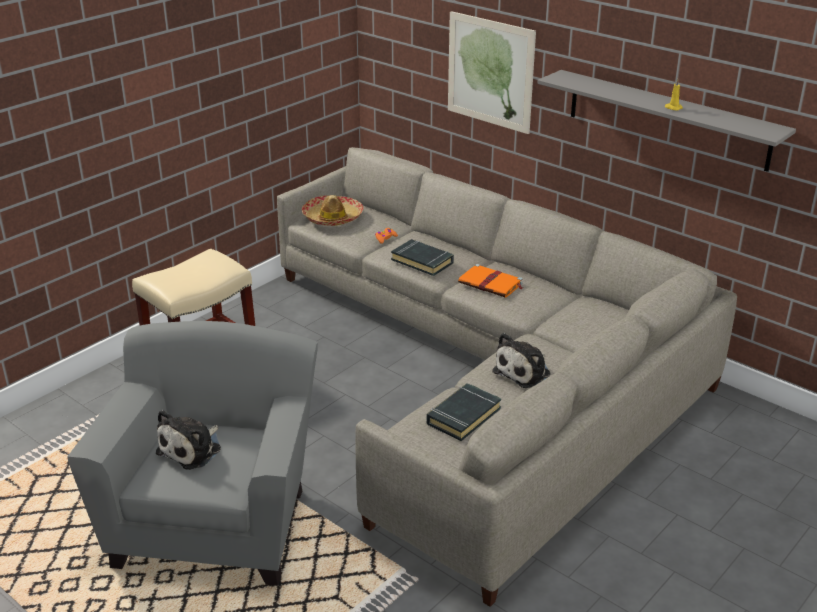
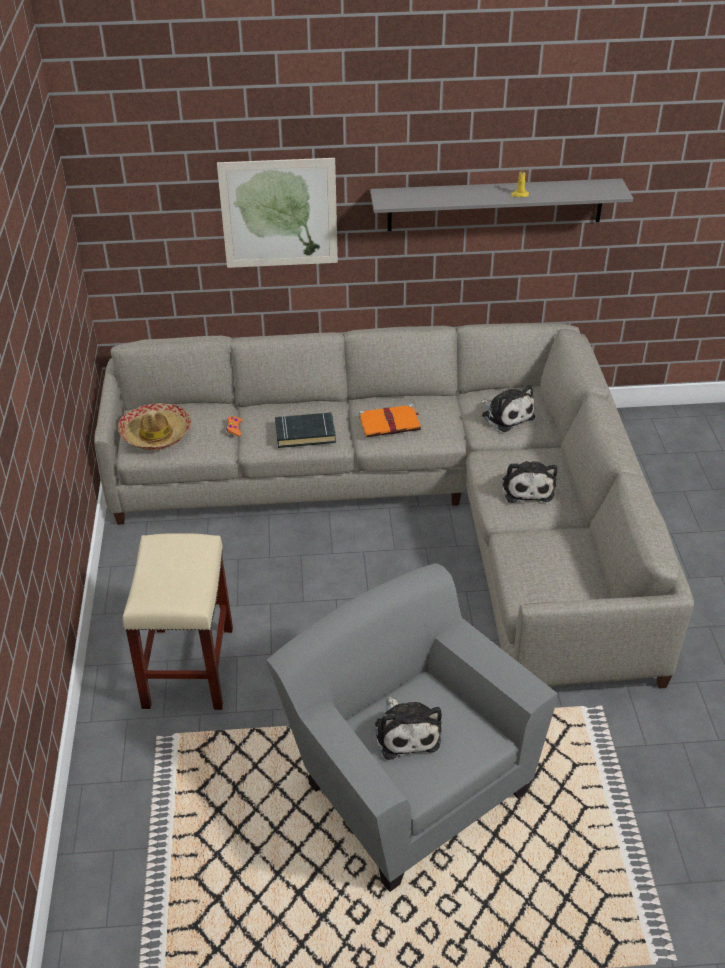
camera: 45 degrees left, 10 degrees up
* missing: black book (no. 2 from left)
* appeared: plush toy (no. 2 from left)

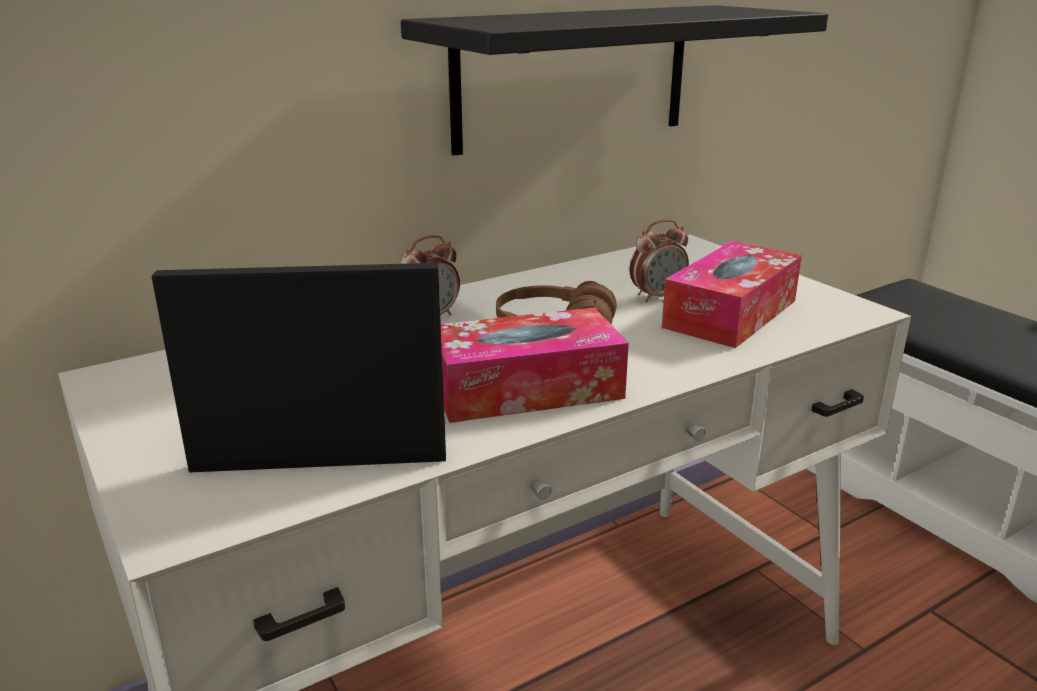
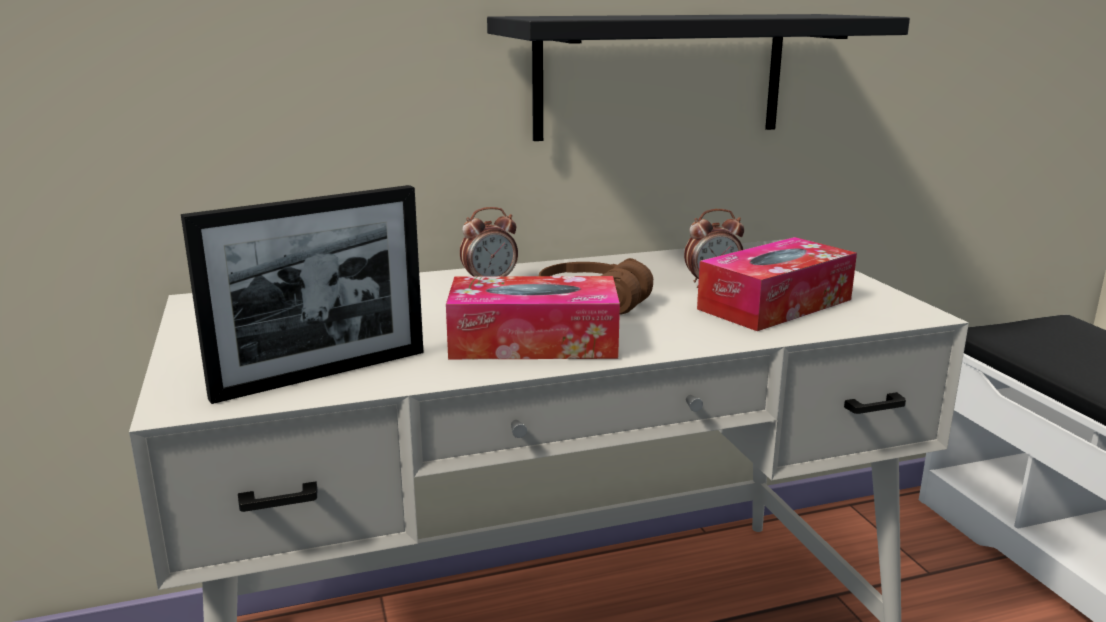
camera: 15 degrees right, 5 degrees down
* spun: picture frame 135 degrees clockwise

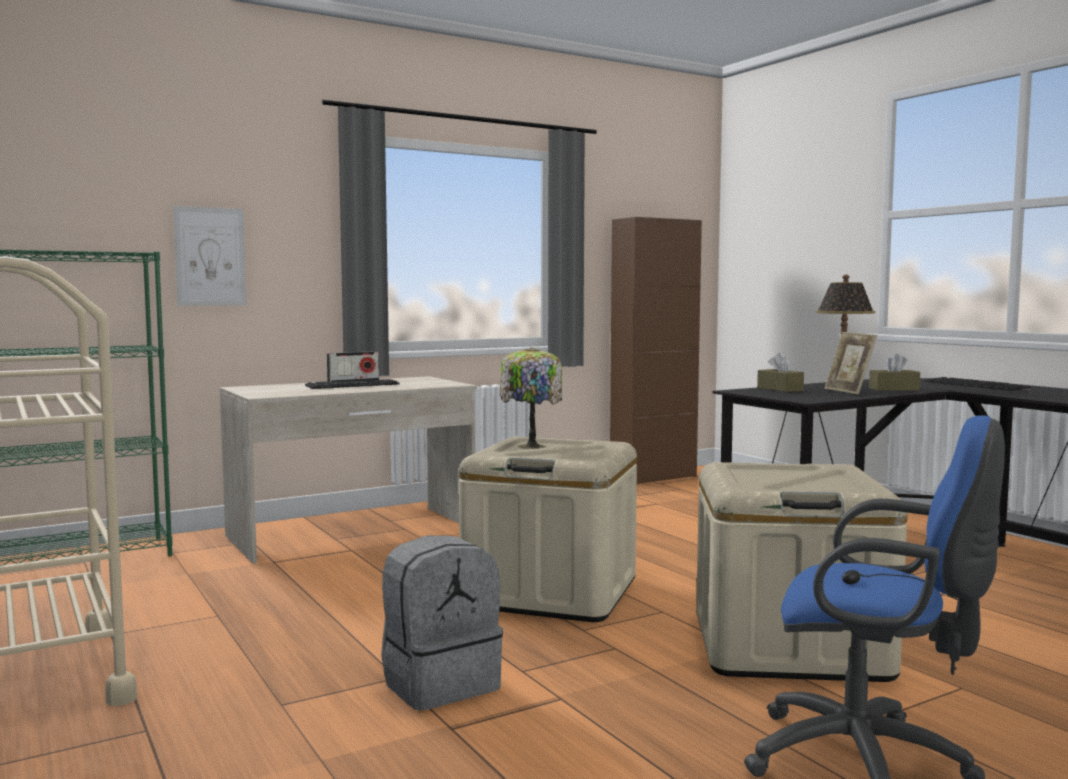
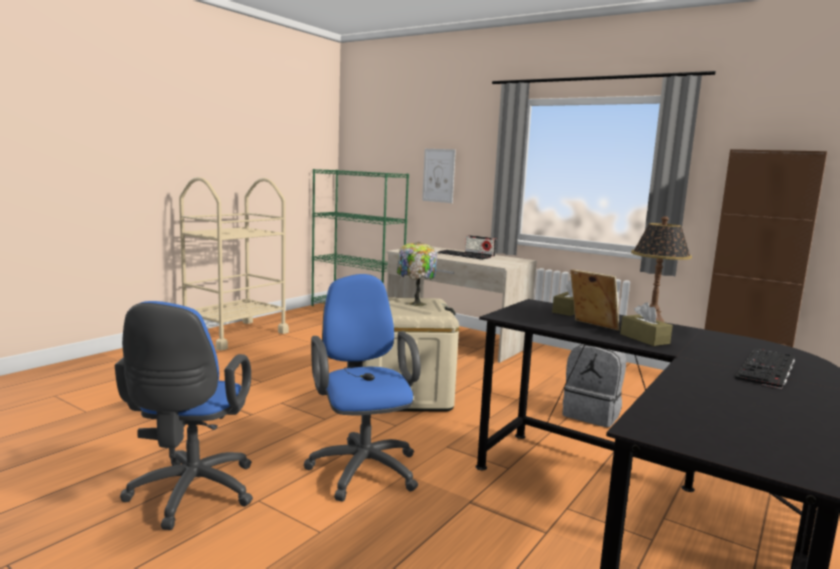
camera: 65 degrees right, 5 degrees up
* relocated: grey backpack
* exchanged: beige storage box (no. 2 from left) to blue office chair (no. 2 from left)
* spun: picture frame 90 degrees clockwise

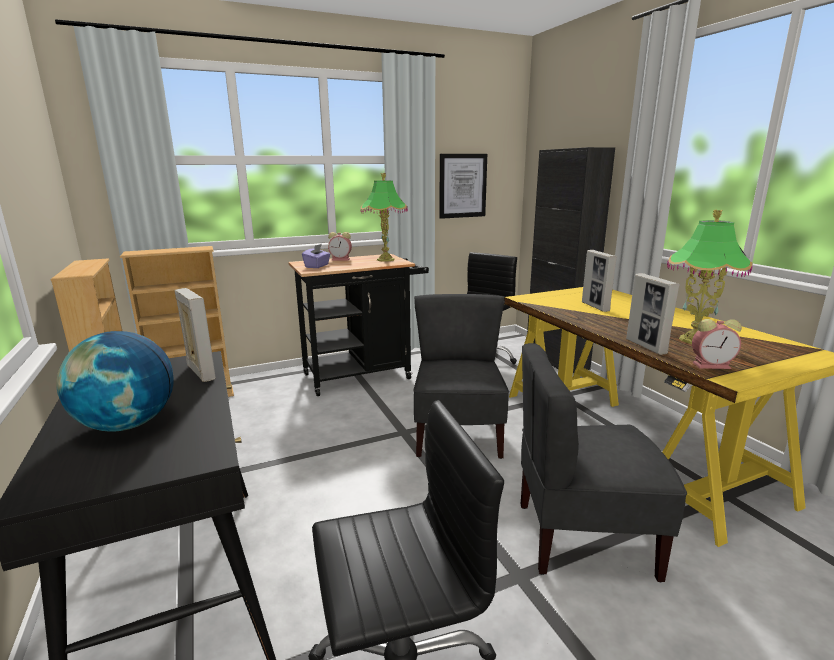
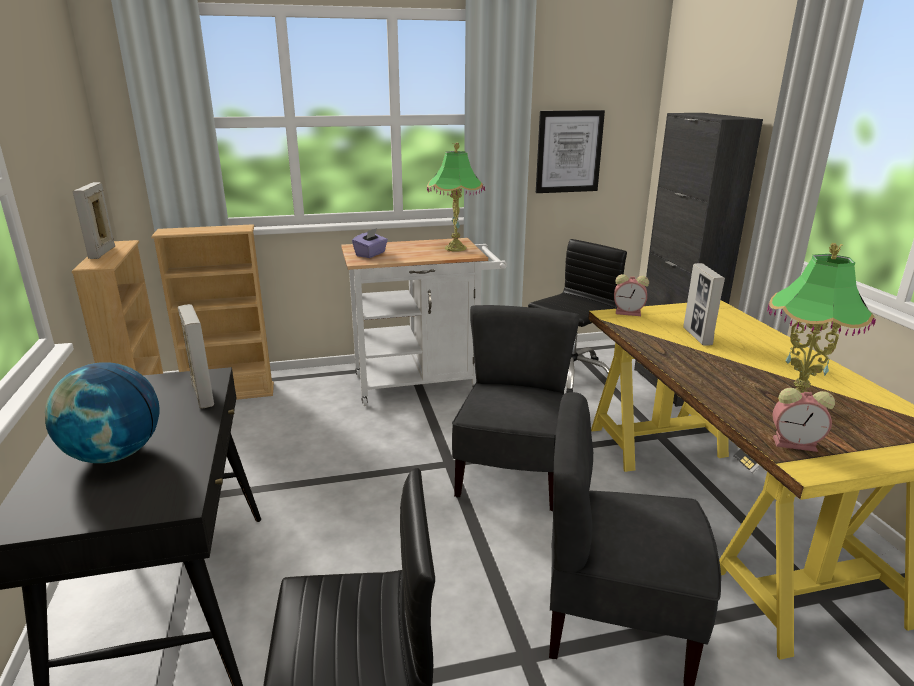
camera: 10 degrees right, 5 degrees up
* relocated: alarm clock (no. 1 from left)
* relocated: picture frame (no. 3 from left in the first image) to picture frame (no. 1 from left)
* colour: black cart to white cart

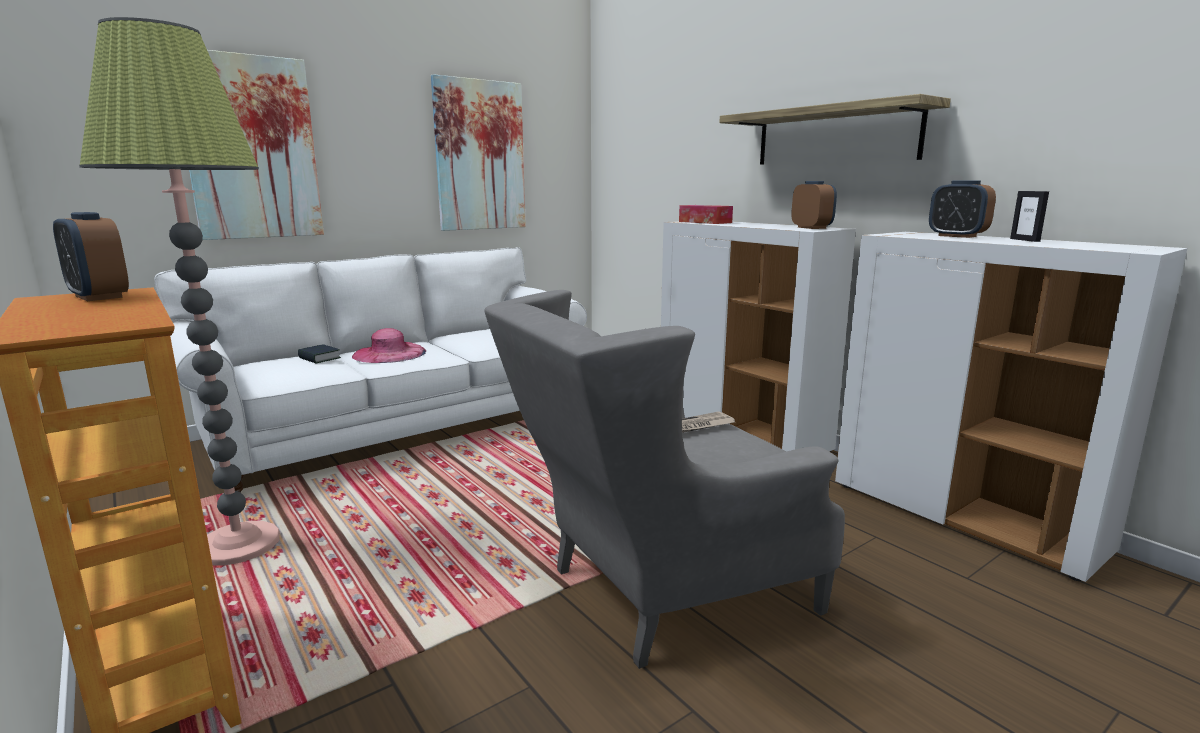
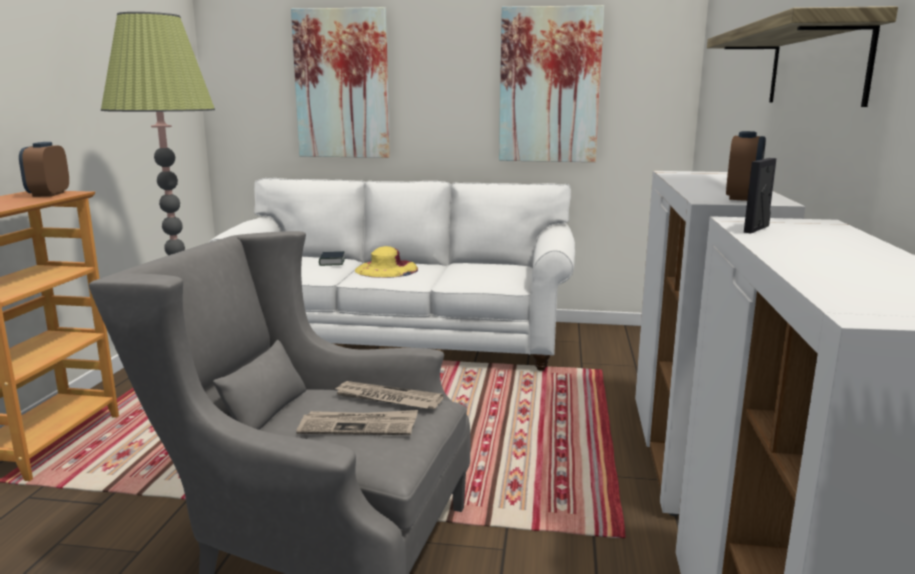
camera: 45 degrees right, 0 degrees up
* missing: tissue box
* missing: alarm clock (no. 3 from left)
* appeared: newspaper (no. 1 from left)
* relocated: picture frame
* colour: pink hat to yellow hat

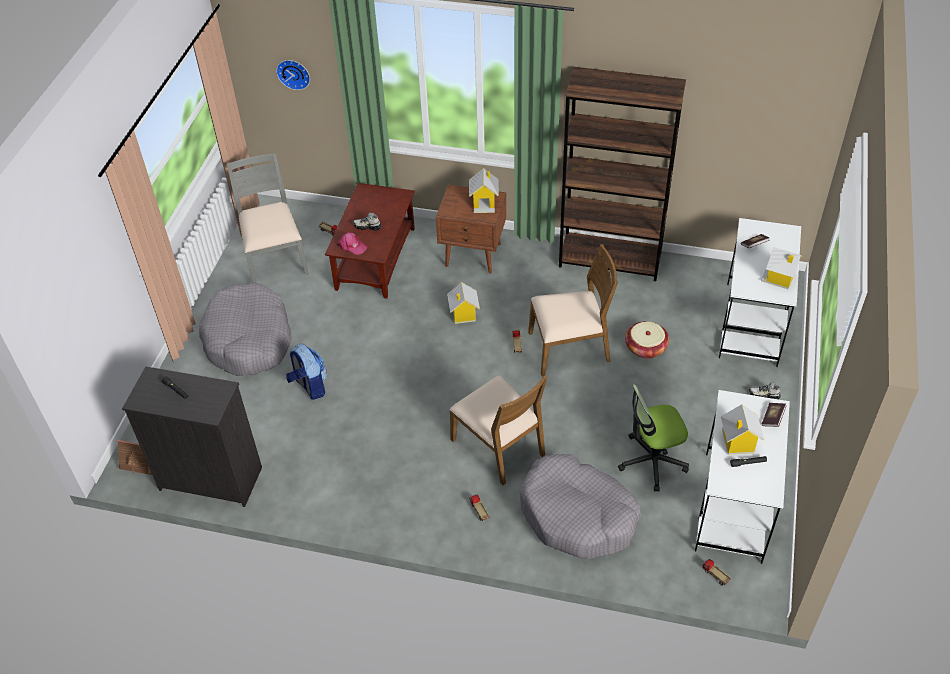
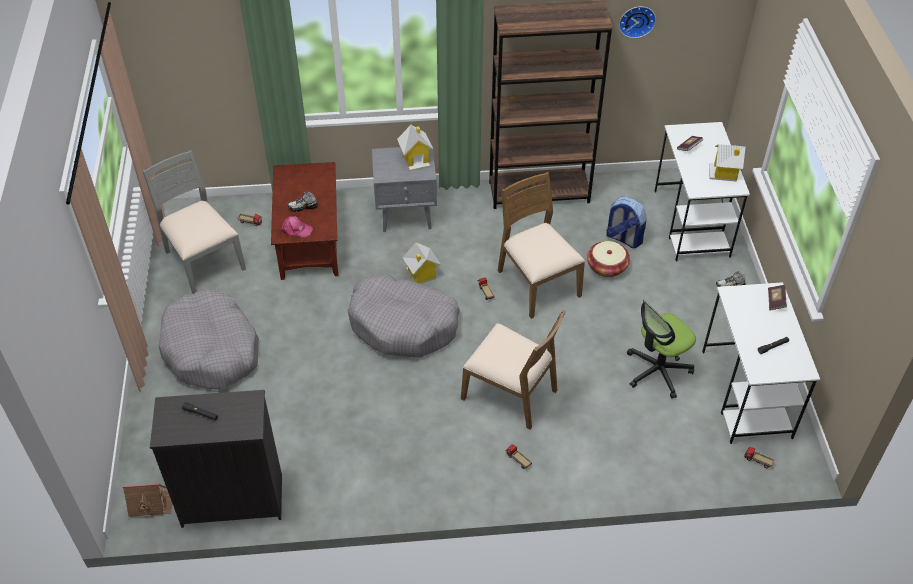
camera: 20 degrees left, 0 degrees up
* missing: toy house (no. 4 from left)
* relocated: wall clock
* relocated: backpack
* relocated: grey dog bed (no. 2 from left)
* colour: brown nightstand to grey nightstand
* spun: brown chair (no. 2 from left) 90 degrees counterclockwise

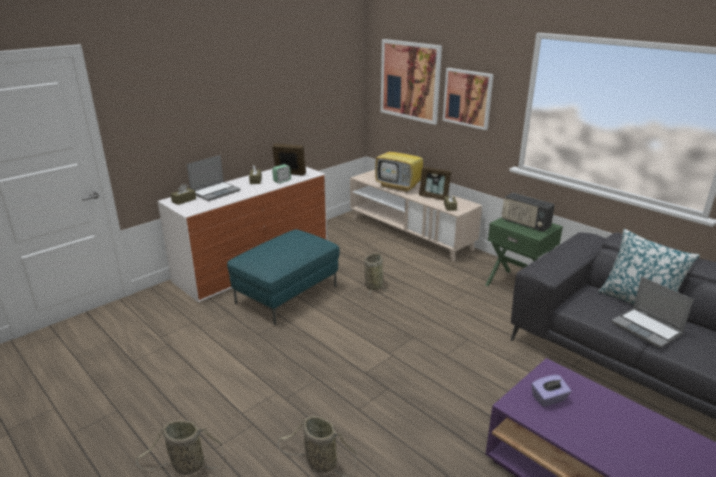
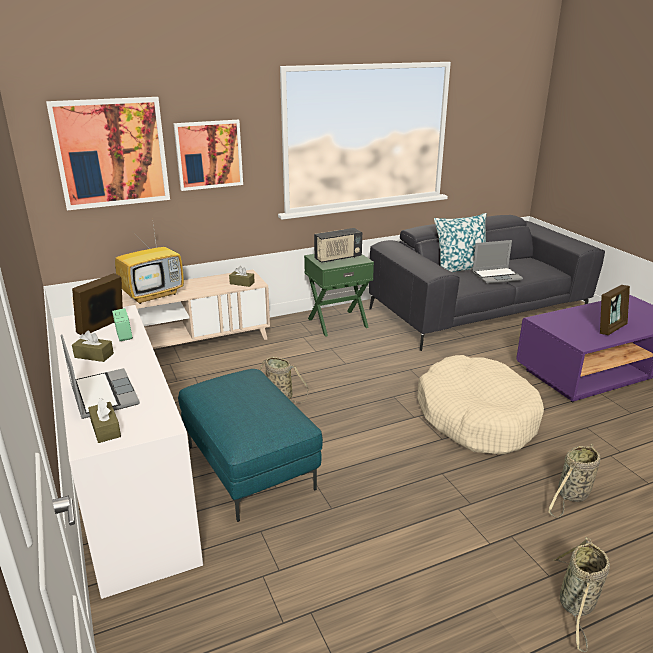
camera: 70 degrees left, 0 degrees up
* missing: purple tissue box
* appeared: beige dog bed
* relocated: picture frame (no. 2 from left)

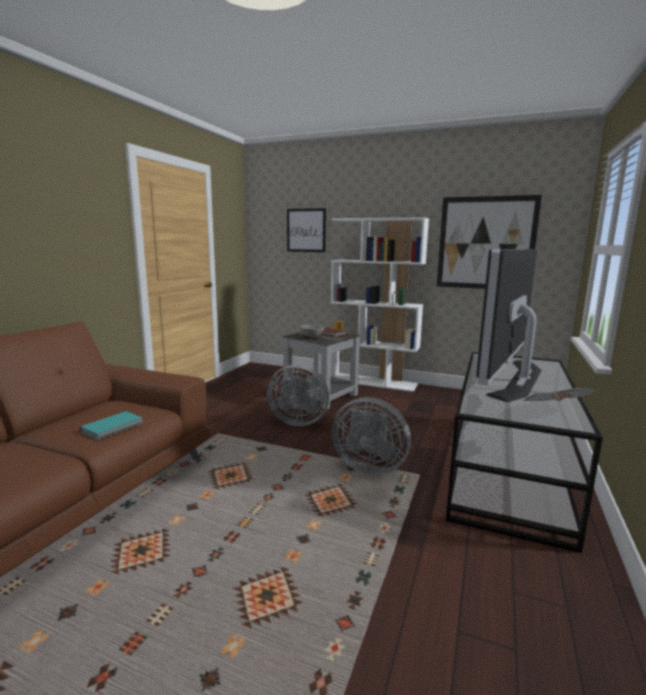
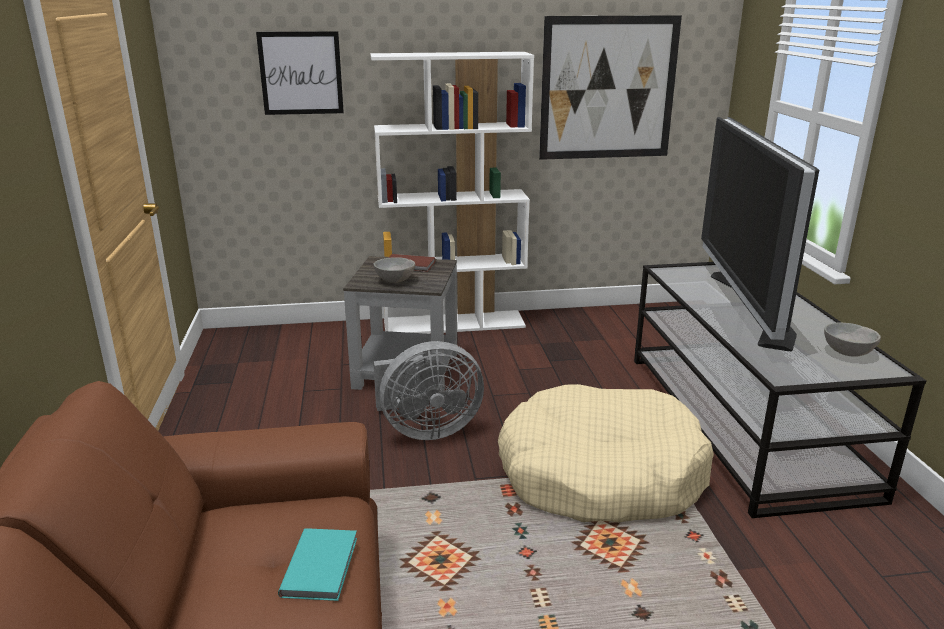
camera: 30 degrees left, 10 degrees up
* exchanged: grey fan (no. 2 from left) to beige dog bed
* exchanged: newspaper to grey bowl (no. 2 from left)

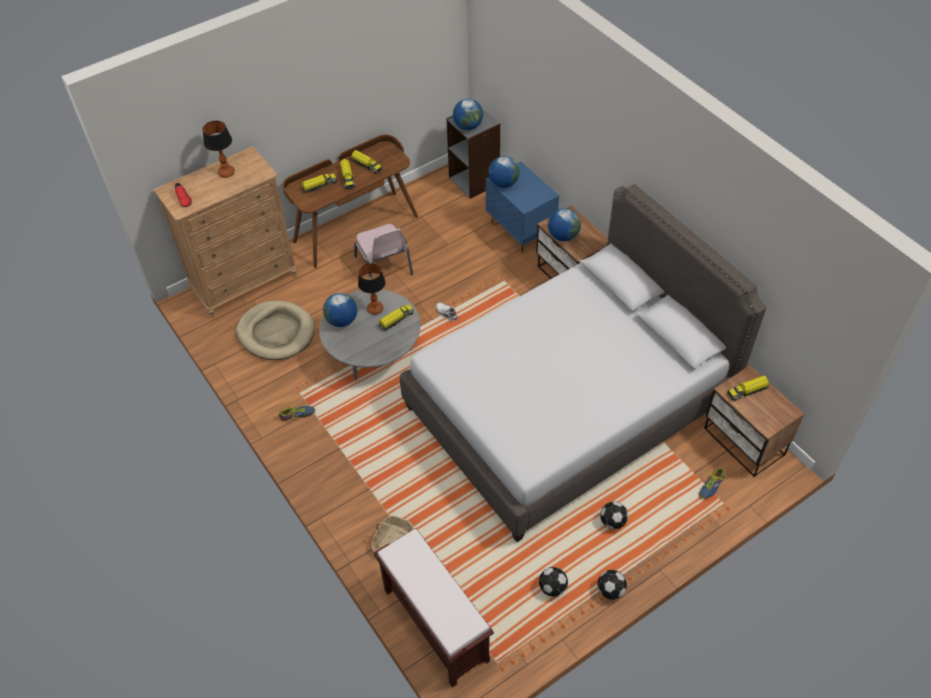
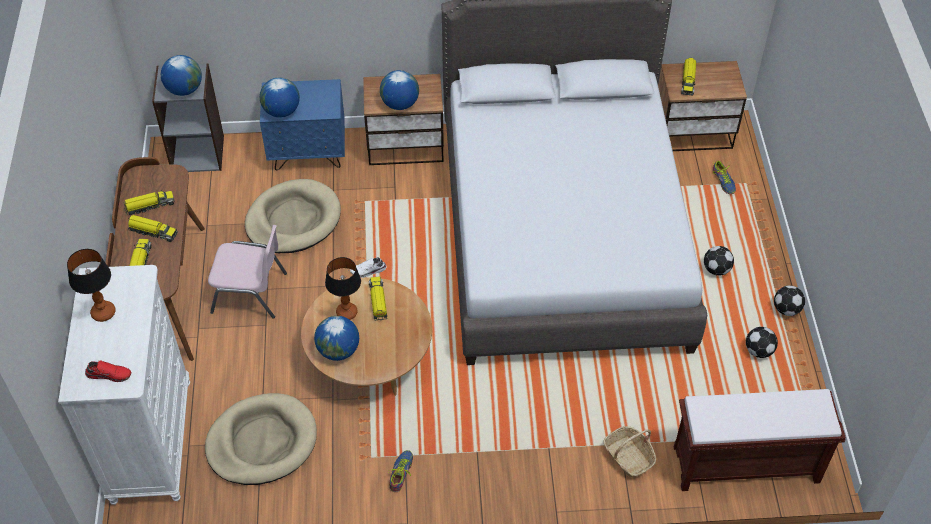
camera: 60 degrees left, 0 degrees up
* appeared: beige dog bed (no. 2 from left)
* colour: brown dresser to white dresser
* colour: grey coffee table to brown coffee table

